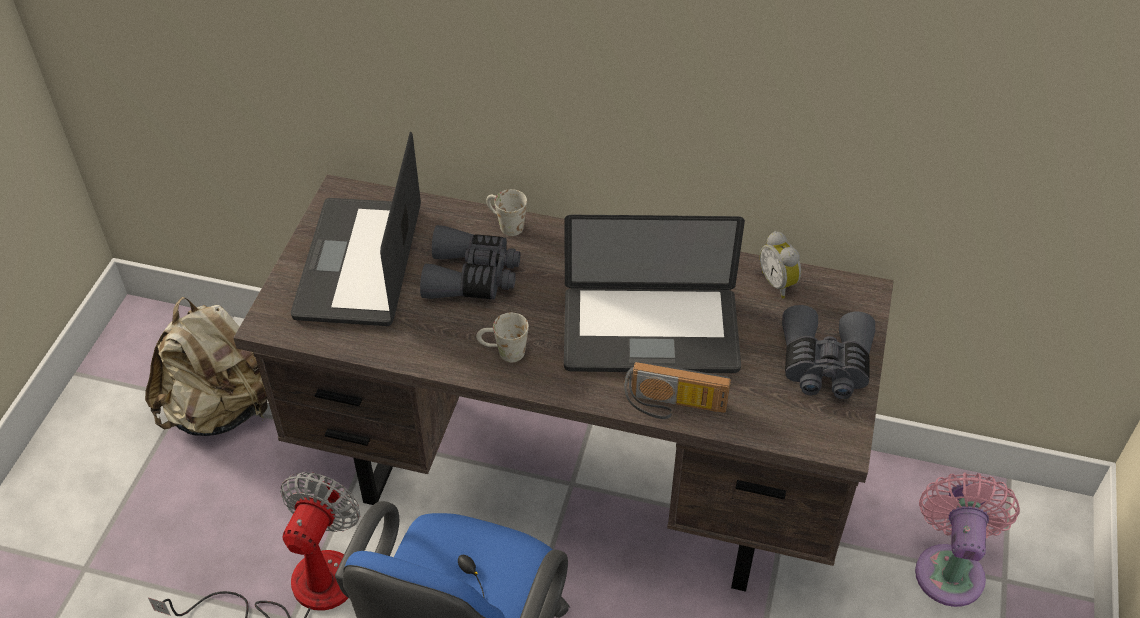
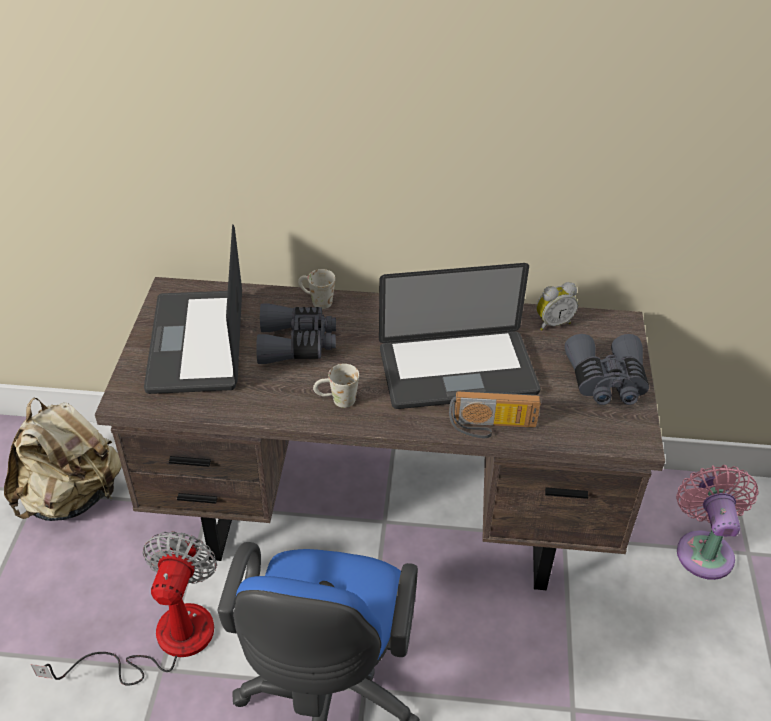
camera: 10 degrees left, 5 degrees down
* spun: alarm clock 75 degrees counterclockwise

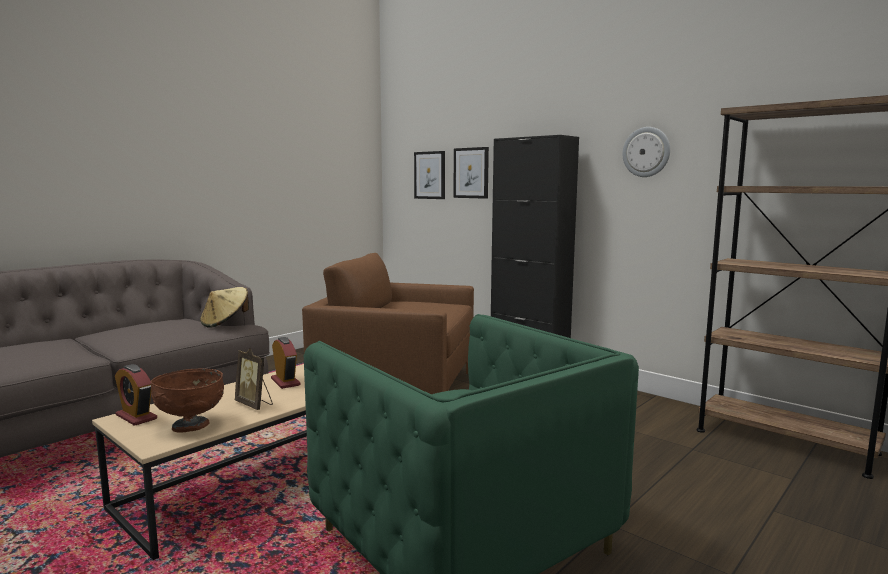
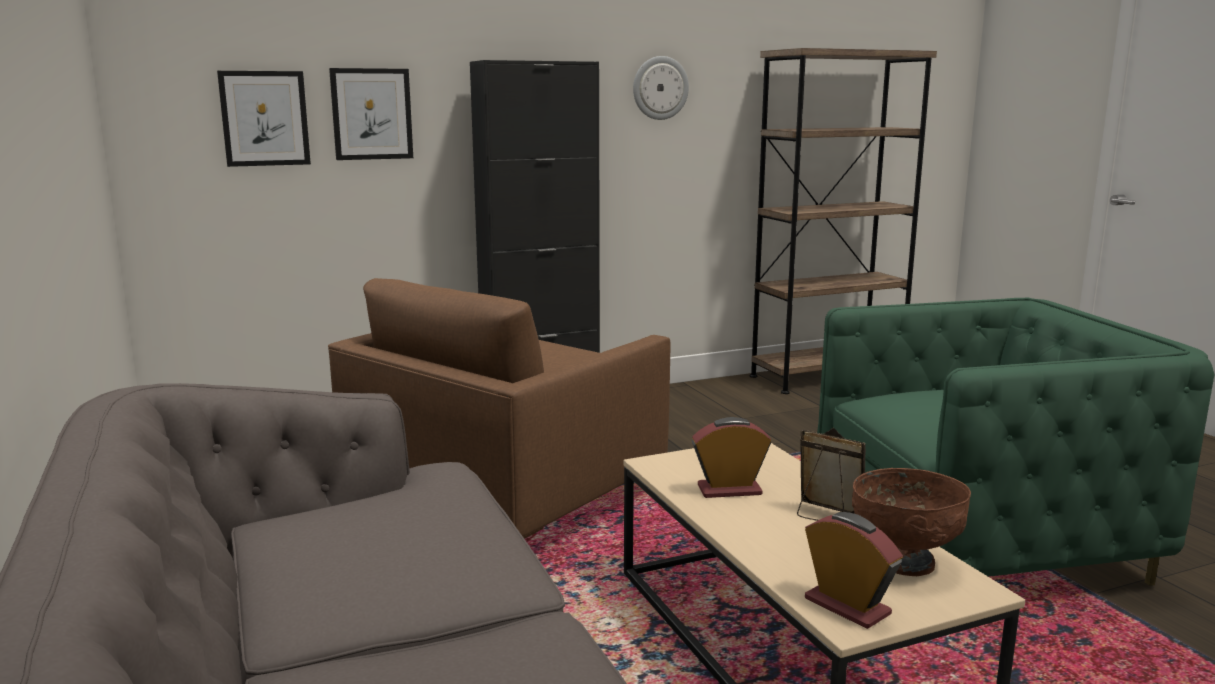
camera: 65 degrees left, 5 degrees up
* missing: beige hat
* spun: alarm clock (no. 1 from left in the first image) 105 degrees counterclockwise
* spun: picture frame 120 degrees counterclockwise

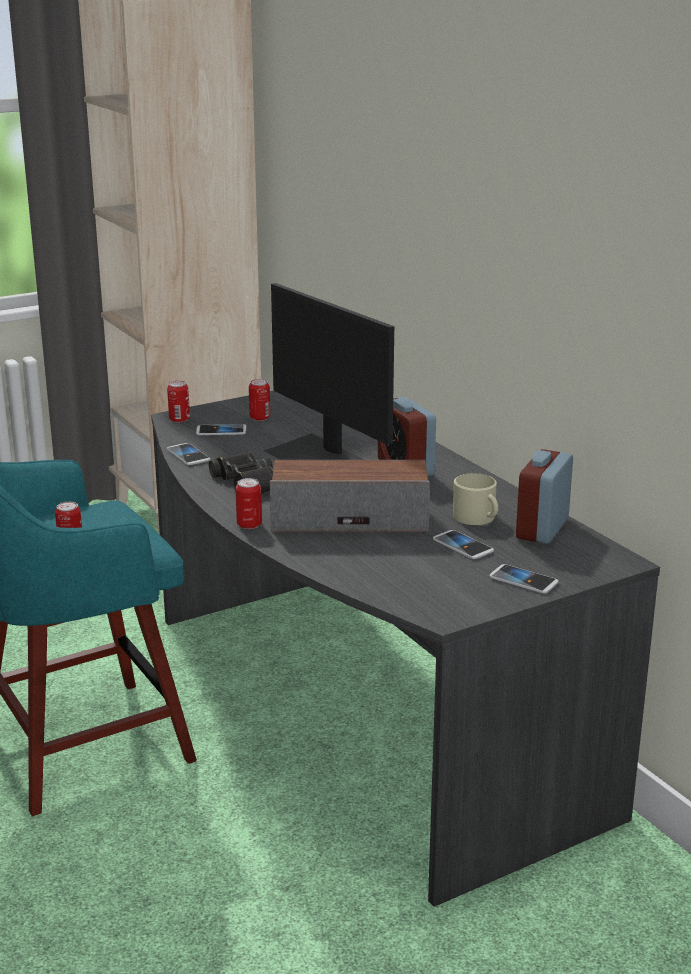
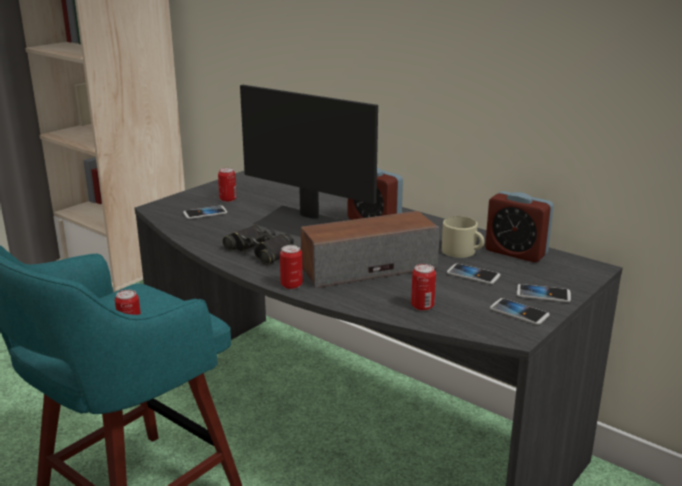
camera: 20 degrees left, 0 degrees up
* relocated: can (no. 2 from left in the first image) to can (no. 4 from left)
* relocated: phone (no. 1 from left in the first image) to phone (no. 3 from left)
* spun: alarm clock (no. 2 from left) 60 degrees counterclockwise

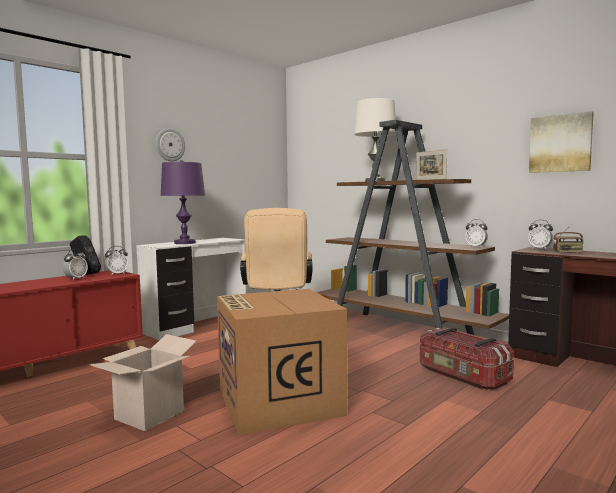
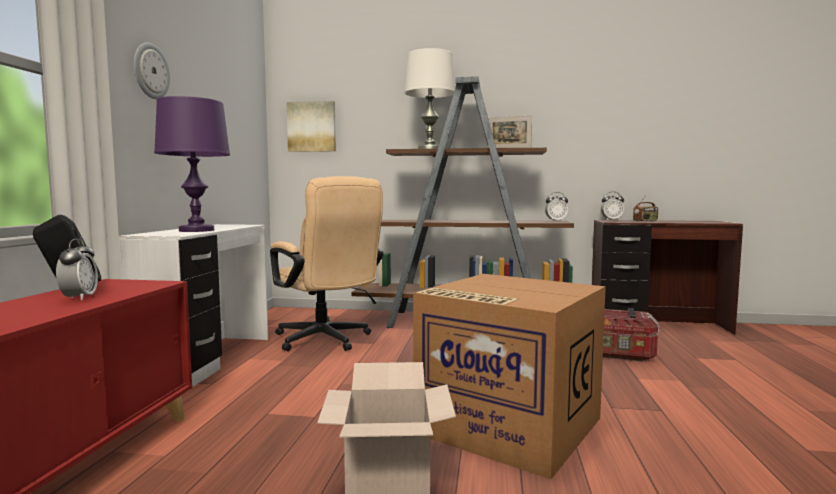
camera: 35 degrees left, 0 degrees up
* missing: alarm clock (no. 2 from left)
* relocated: picture

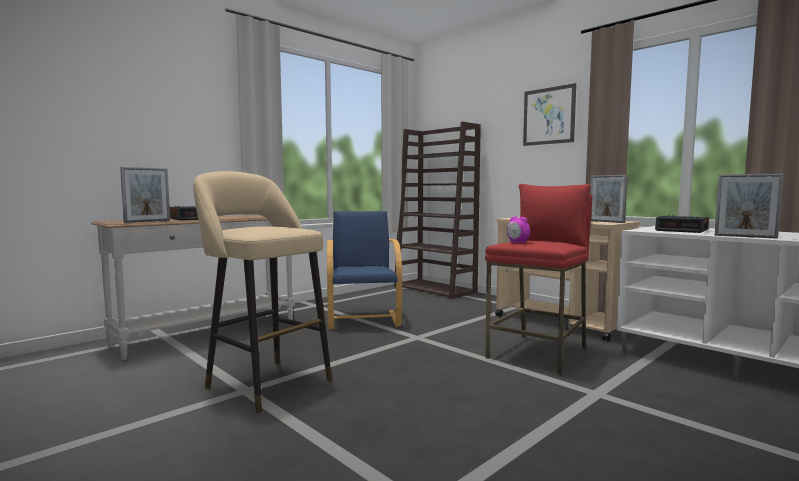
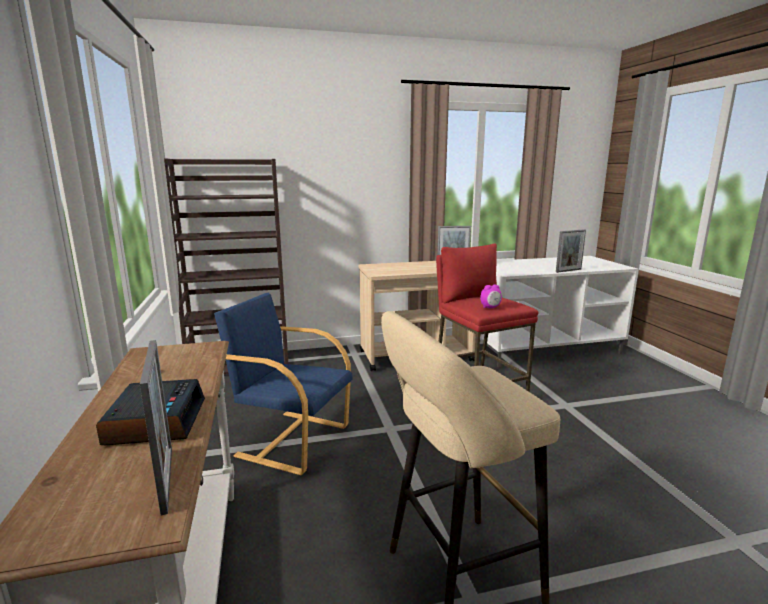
camera: 60 degrees left, 10 degrees up
* missing: picture
* missing: alarm clock (no. 3 from left)

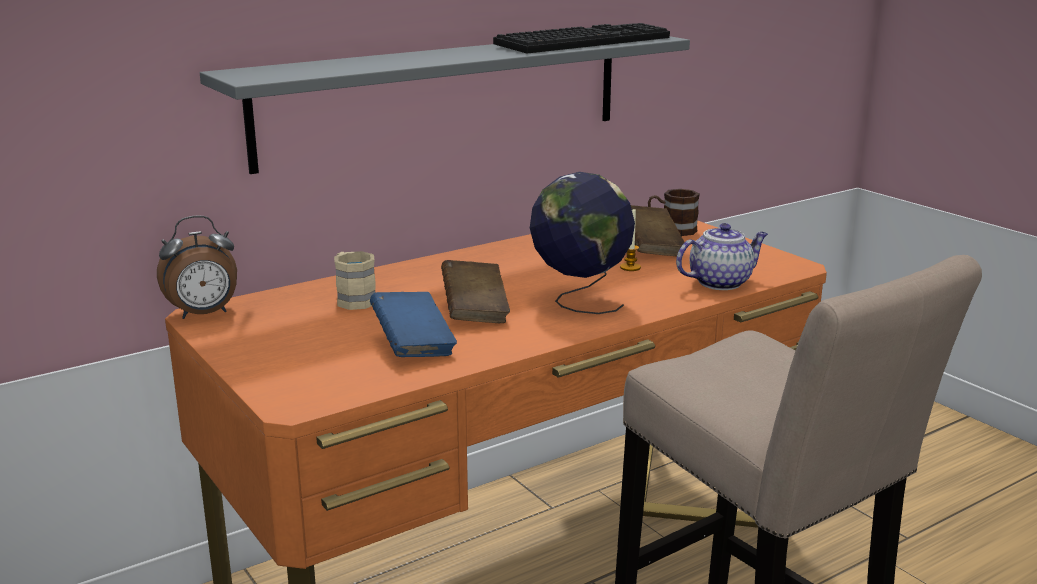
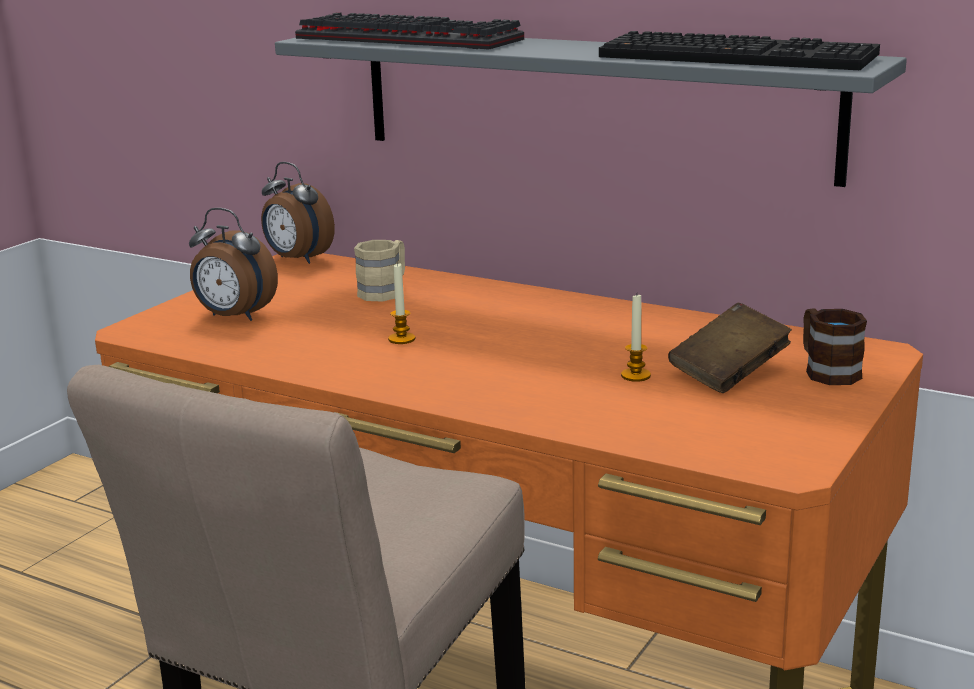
camera: 65 degrees right, 0 degrees up
* missing: blue book
* missing: globe
* missing: teapot
* appeared: alarm clock (no. 1 from left)
* appeared: keyboard (no. 1 from left)
* exchanged: brown book (no. 1 from left) to candle (no. 1 from left)

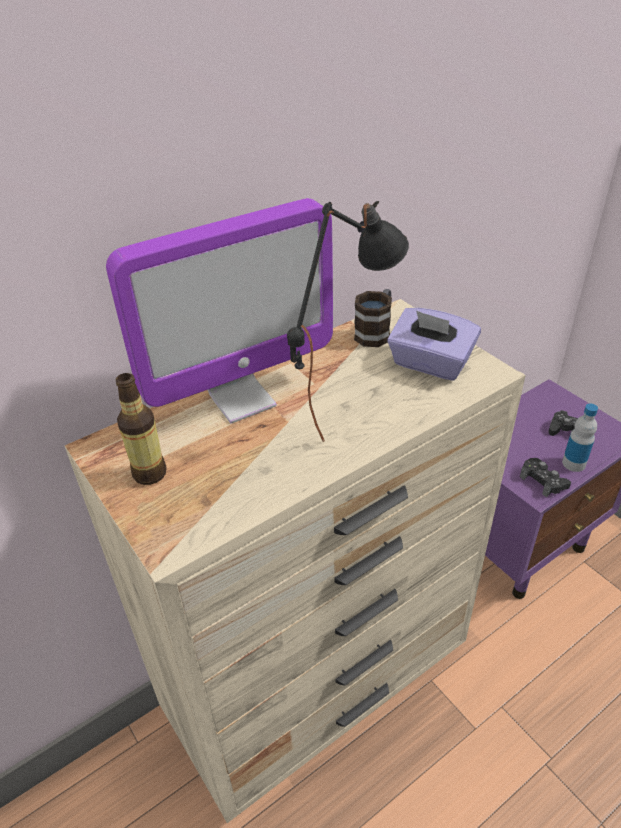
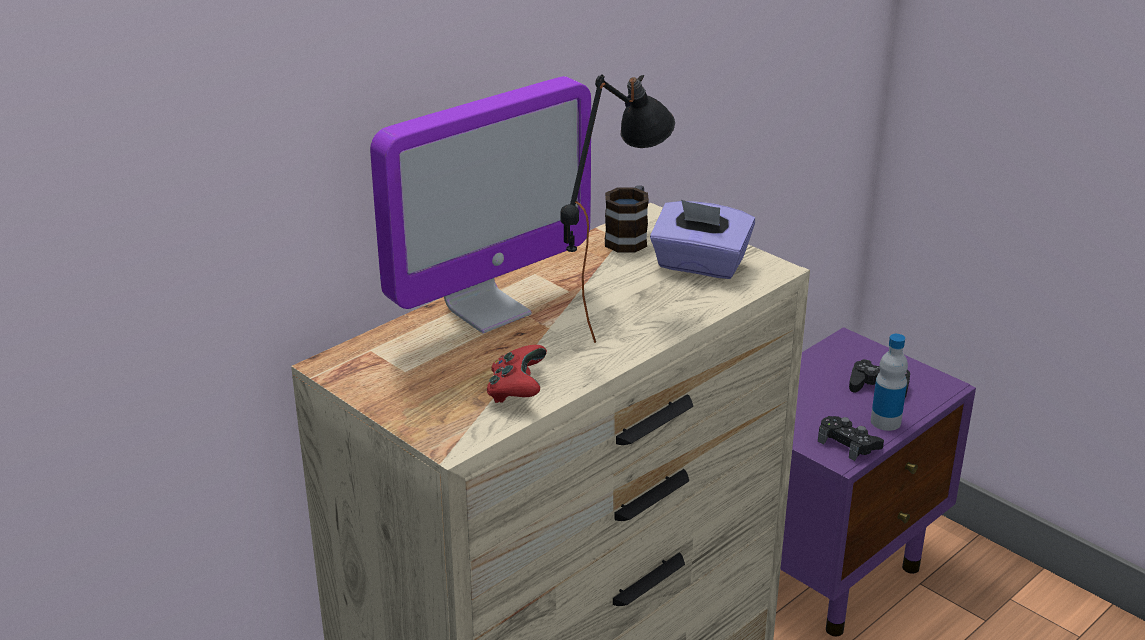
camera: 10 degrees left, 10 degrees down
* missing: bottle (no. 1 from left)
* appeared: red game controller

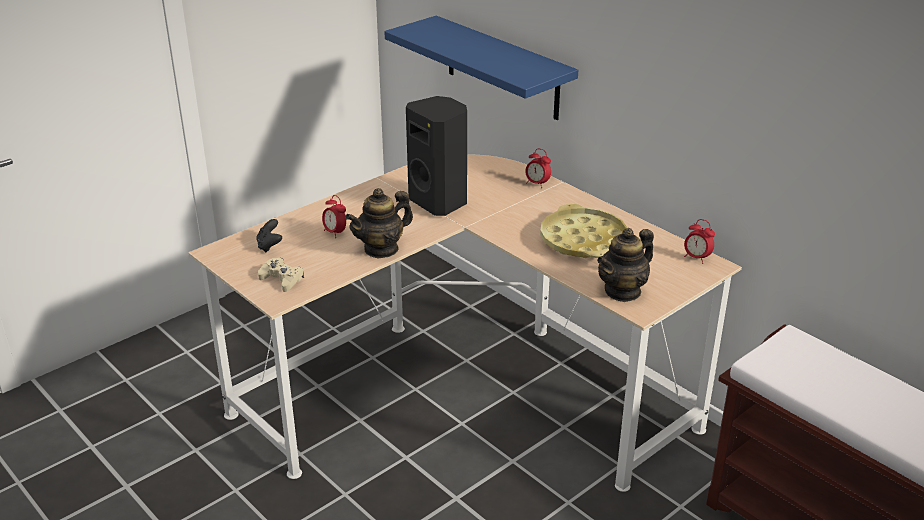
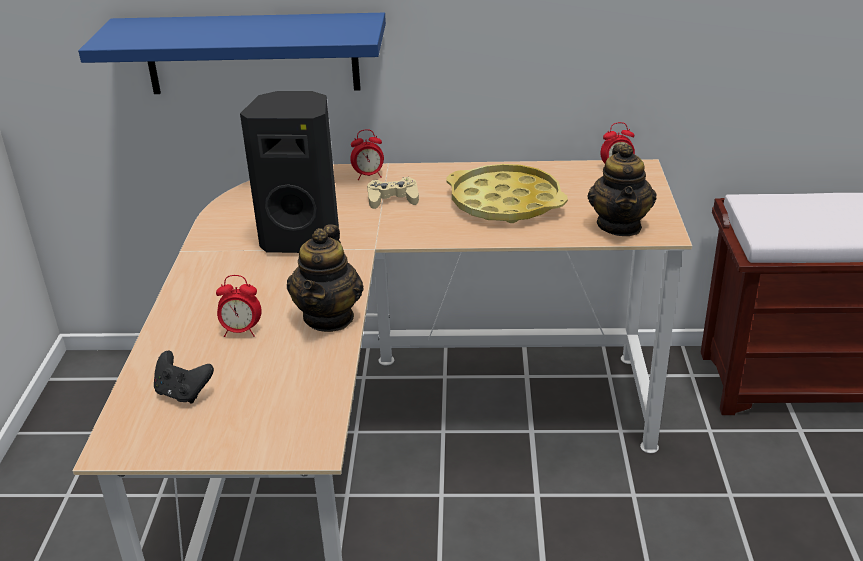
camera: 45 degrees left, 0 degrees up
* relocated: beige game controller

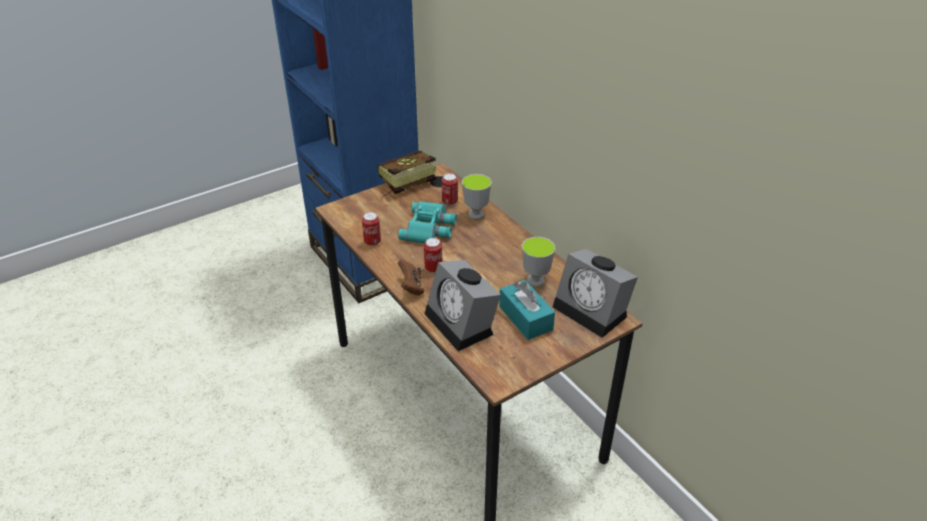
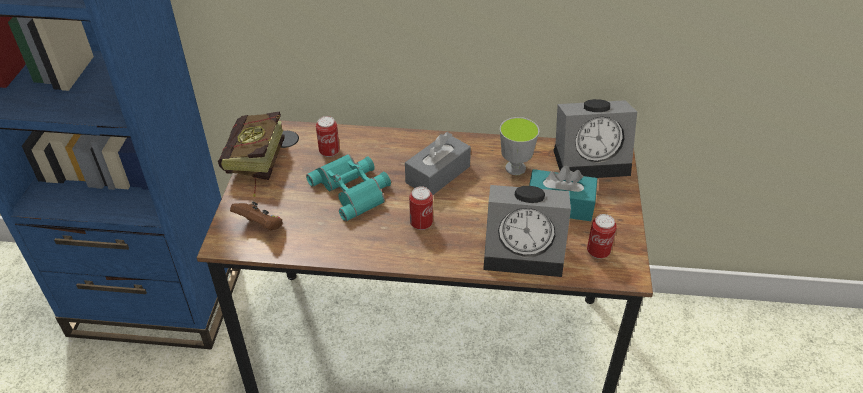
camera: 50 degrees left, 5 degrees up
* missing: cup (no. 1 from left)
* appeared: grey tissue box
* relocated: can (no. 1 from left in the first image) to can (no. 3 from left)
* relocated: brown game controller

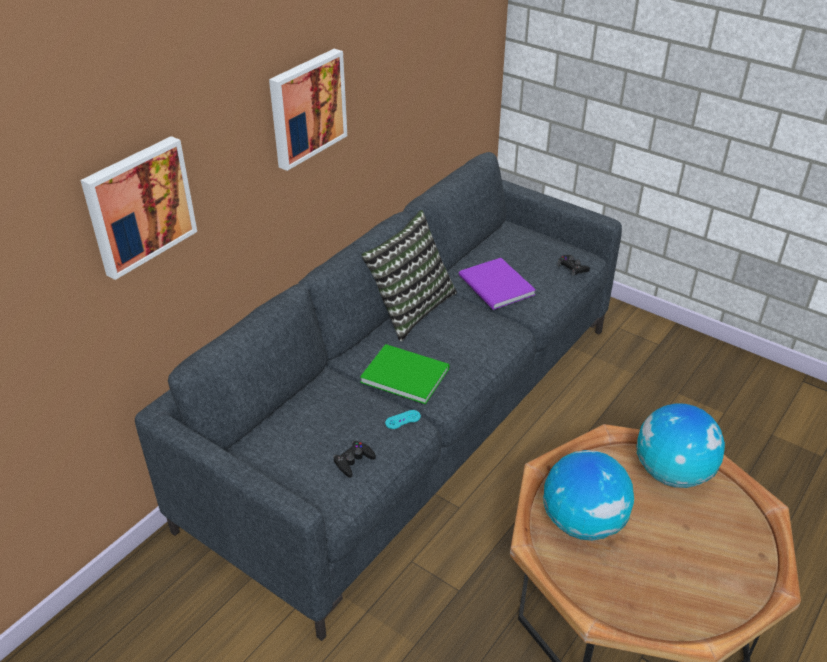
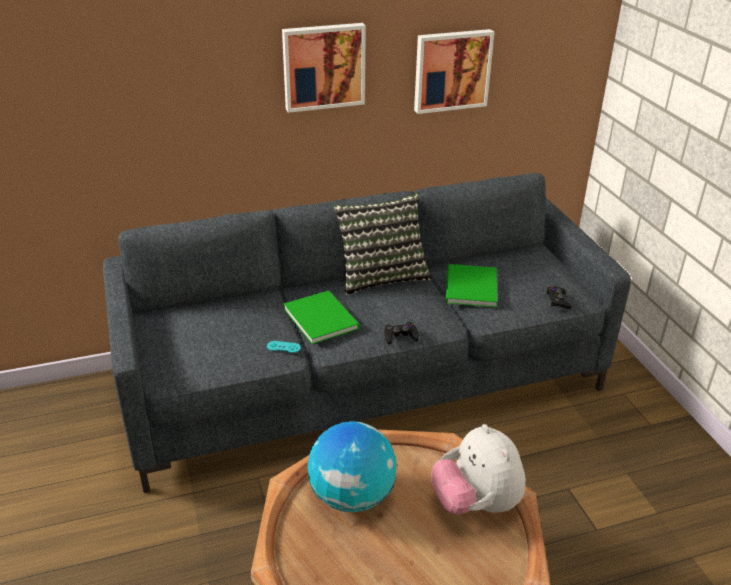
camera: 35 degrees right, 5 degrees down
* relocated: picture (no. 1 from left in the first image) to picture (no. 2 from left)
* relocated: black game controller (no. 1 from left)
* exchanged: globe (no. 2 from left) to plush toy
* colour: purple book to green book (no. 2 from left)

